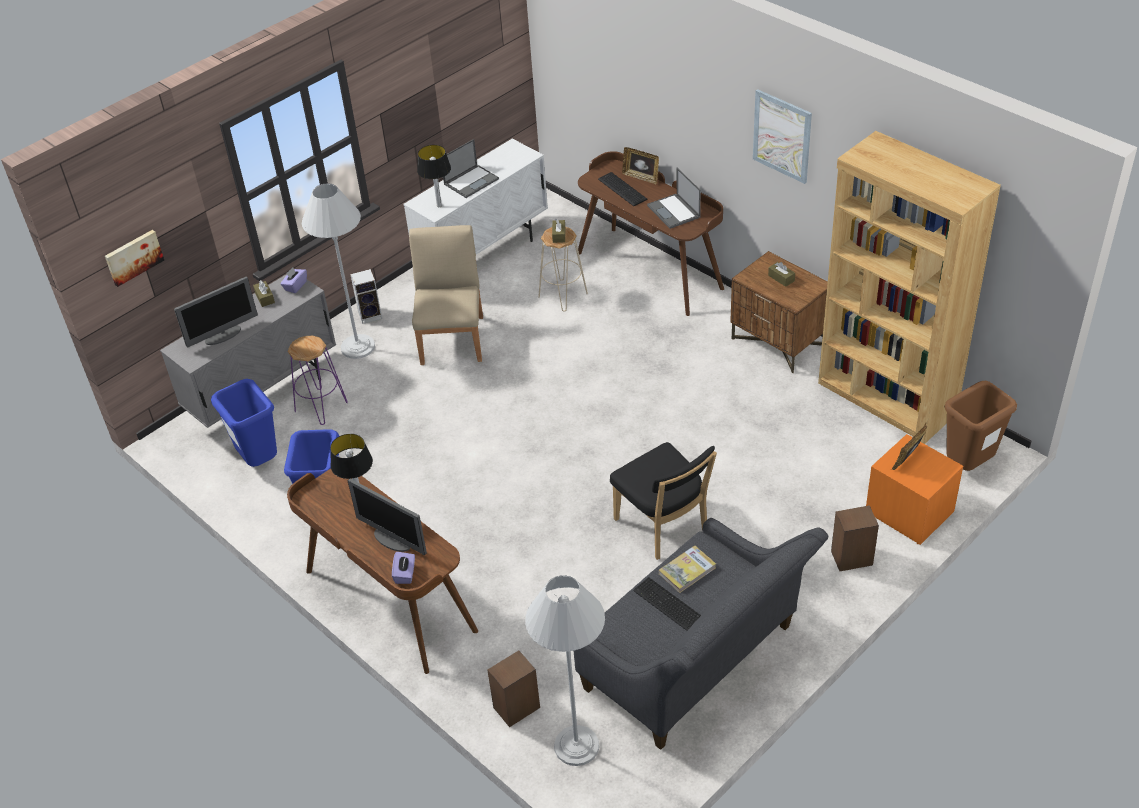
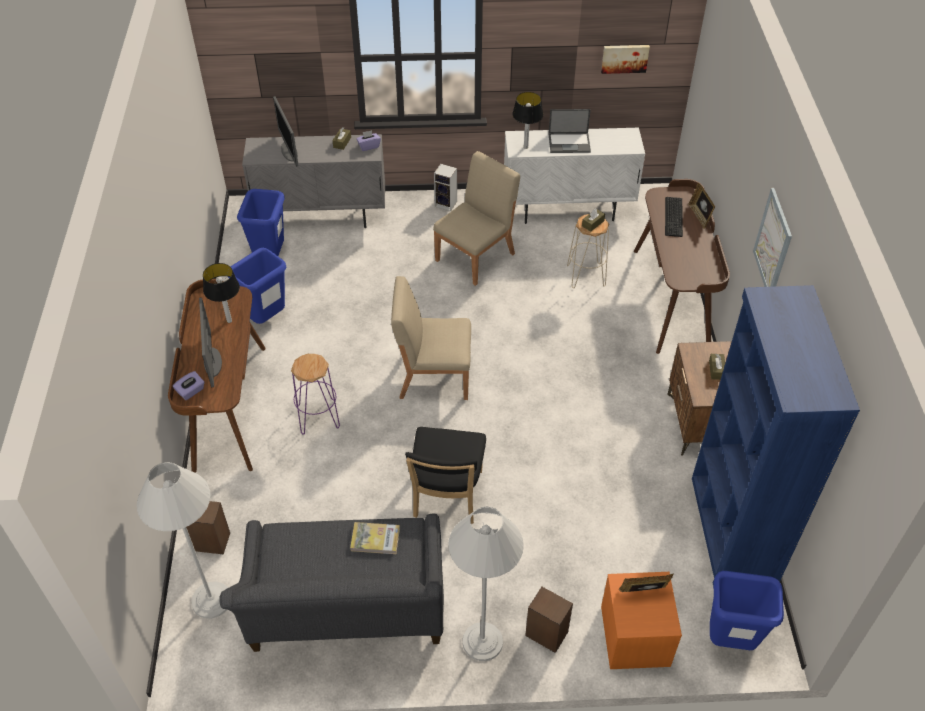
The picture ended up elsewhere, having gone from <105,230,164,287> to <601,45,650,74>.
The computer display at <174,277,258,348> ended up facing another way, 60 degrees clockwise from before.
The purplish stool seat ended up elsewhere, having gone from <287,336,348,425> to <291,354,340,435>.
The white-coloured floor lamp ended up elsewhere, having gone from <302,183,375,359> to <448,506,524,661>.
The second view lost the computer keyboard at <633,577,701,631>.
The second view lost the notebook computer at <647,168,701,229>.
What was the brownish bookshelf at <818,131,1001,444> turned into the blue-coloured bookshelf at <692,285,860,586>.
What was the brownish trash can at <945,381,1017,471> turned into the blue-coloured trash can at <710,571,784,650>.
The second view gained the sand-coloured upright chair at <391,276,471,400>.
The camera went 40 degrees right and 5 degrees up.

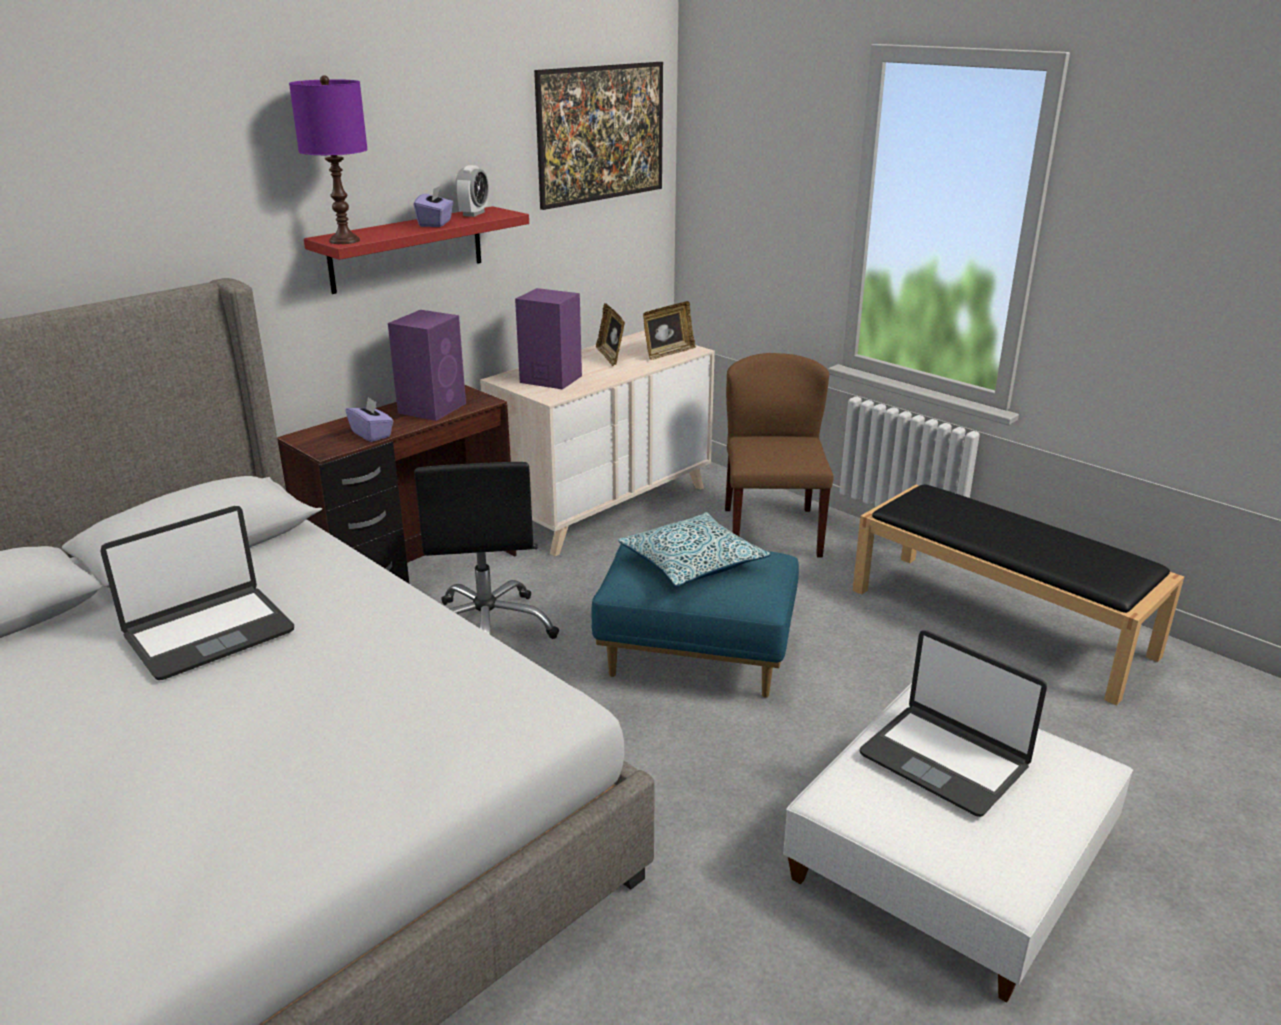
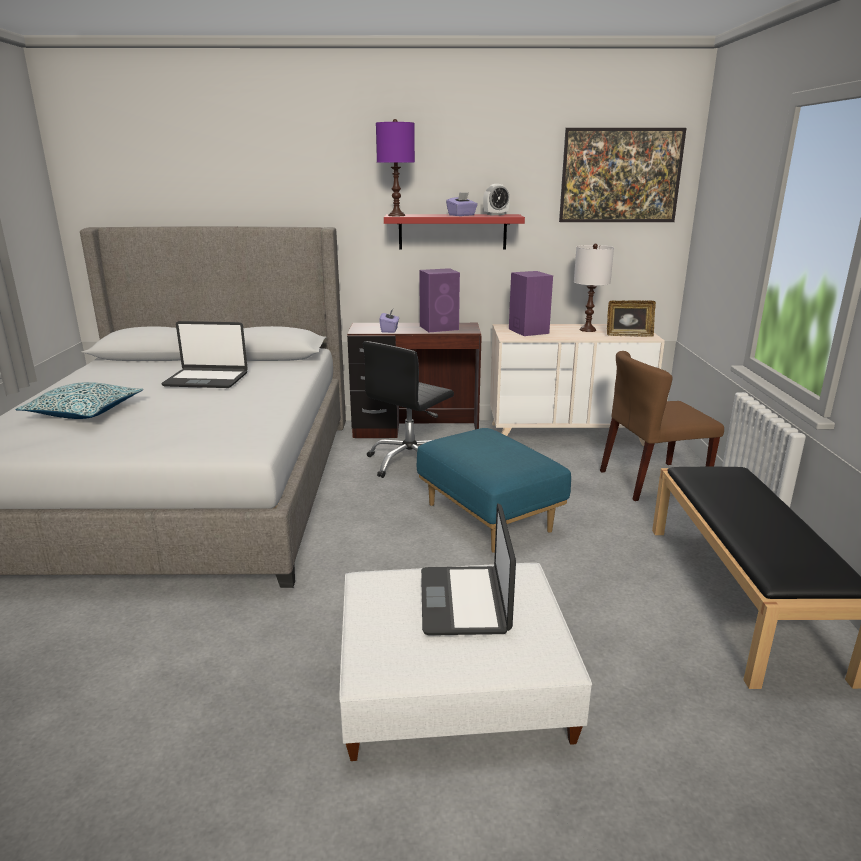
Where the standing frame stood at <596,303,625,366>, the white-coloured table lamp came to stand at <574,244,614,332>.
The cushion ended up elsewhere, having gone from <618,512,770,587> to <16,382,143,419>.
The brownish upright chair at <725,353,833,557> ended up facing another way, 150 degrees counterclockwise from before.
The camera went 45 degrees right and 5 degrees down.

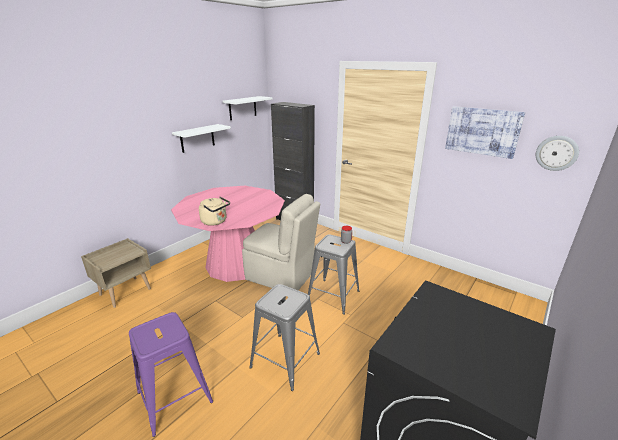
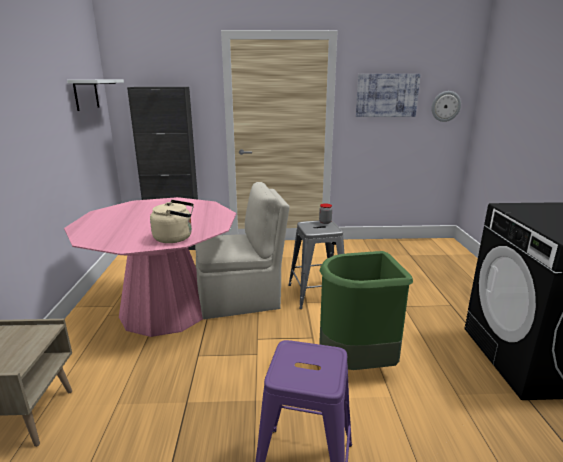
The second view lost the white-coloured bracket shelf at <172,124,231,153>.
Where the grey stool seat stood at <249,284,320,391>, the green trash can came to stand at <319,251,413,370>.
The camera went 40 degrees left and 5 degrees down.

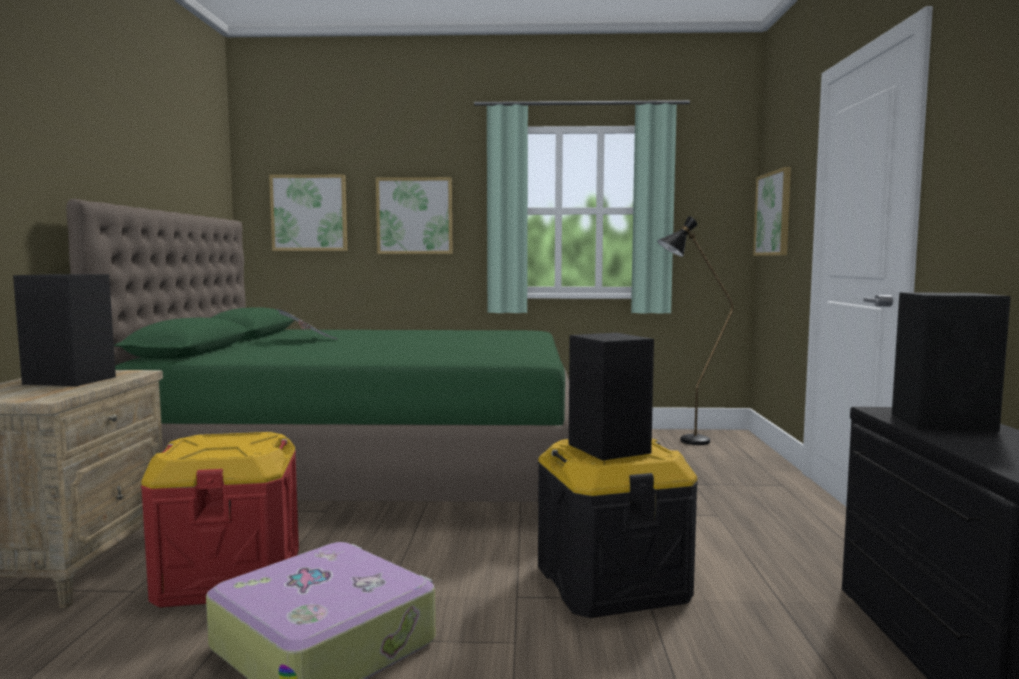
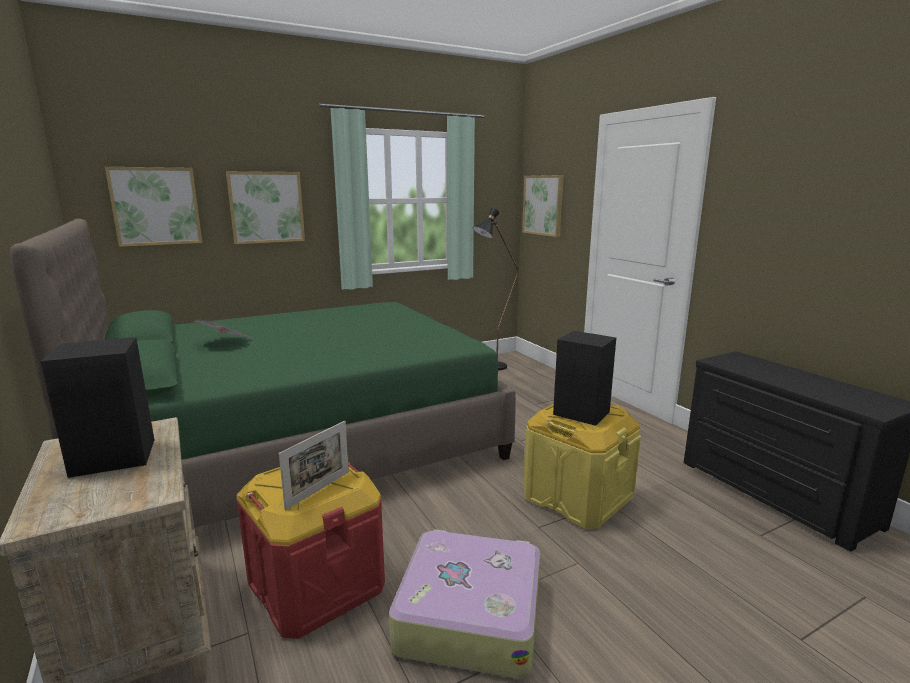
What was the black-coloured storage box at <538,439,698,618> turned into the yellow-coloured storage box at <523,404,641,529>.
The second view lost the black-coloured speaker at <892,292,1011,432>.
The second view gained the standing frame at <279,421,349,510>.
The camera went 30 degrees left and 10 degrees up.

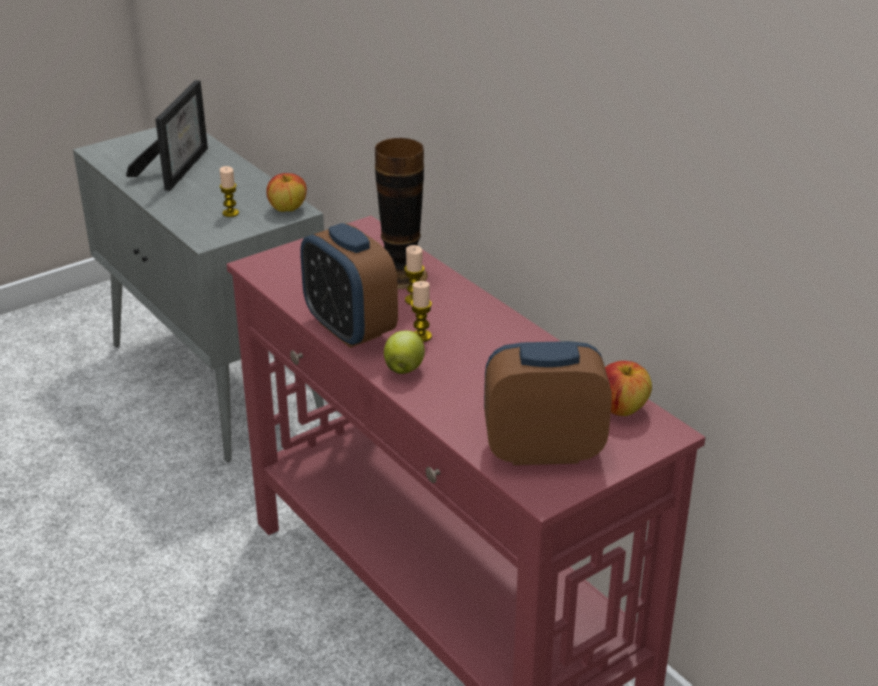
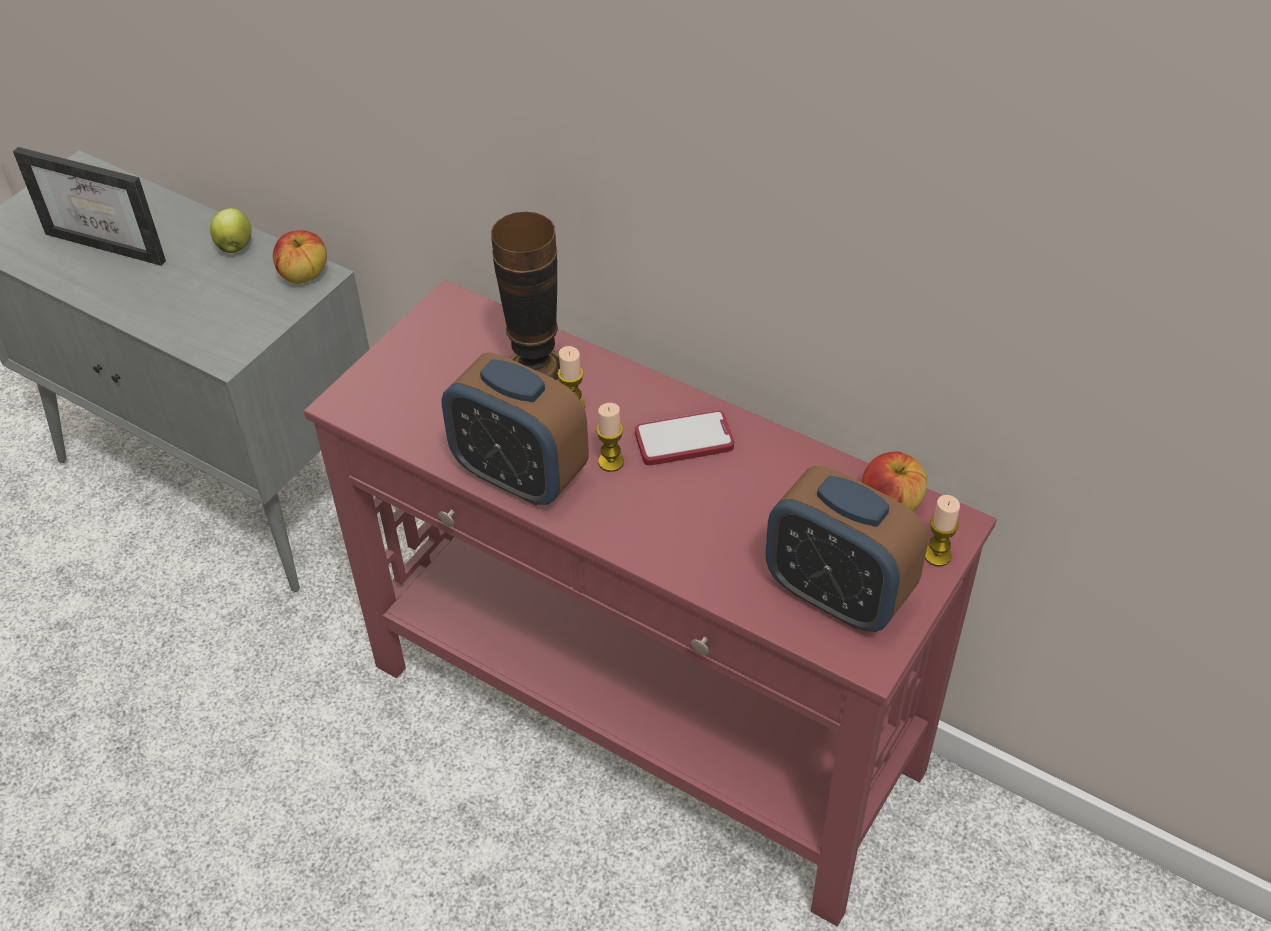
The standing frame at <126,80,208,191> ended up facing another way, 120 degrees clockwise from before.
The wax light ended up elsewhere, having gone from <220,166,239,217> to <925,495,960,566>.
The apple ended up elsewhere, having gone from <384,331,425,374> to <210,208,252,253>.
The alarm clock at <484,341,612,465> ended up facing another way, 120 degrees counterclockwise from before.
The second view gained the telephone at <635,410,734,466>.
The camera went 20 degrees left and 15 degrees up.

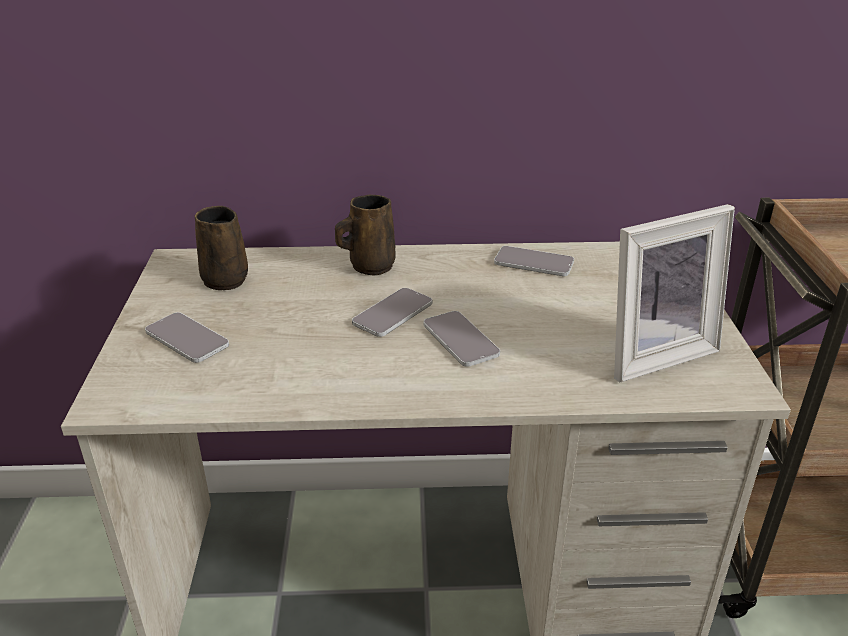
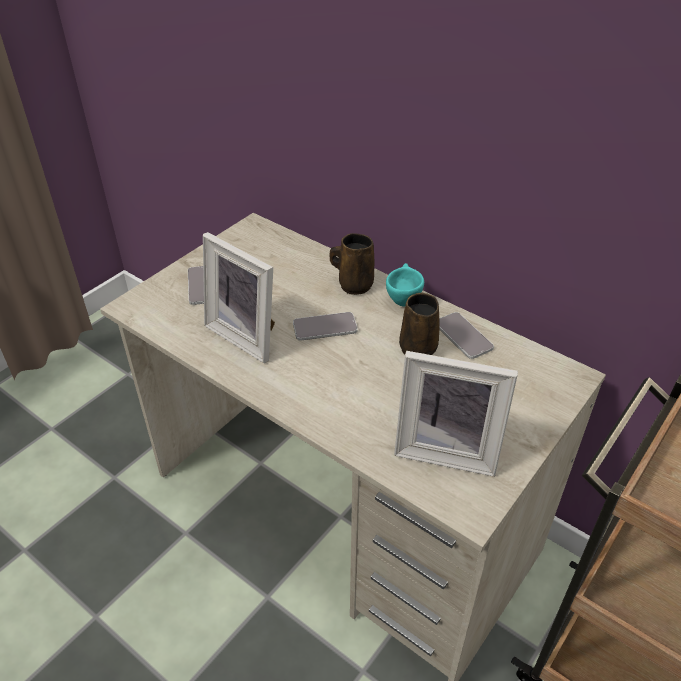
The brownish coffee mug ended up elsewhere, having gone from <195,206,248,290> to <399,293,440,355>.
The second view lost the telephone at <424,311,500,367>.
The second view gained the standing frame at <203,232,275,363>.
The second view gained the turquoise-coloured cup at <386,263,424,307>.
The camera went 40 degrees right and 10 degrees up.

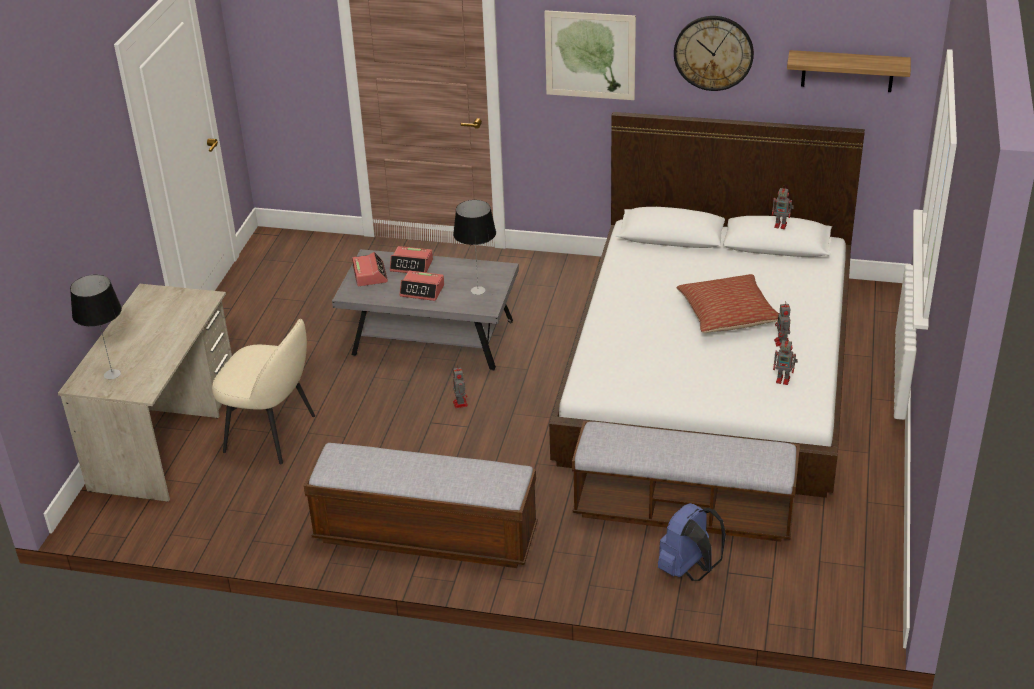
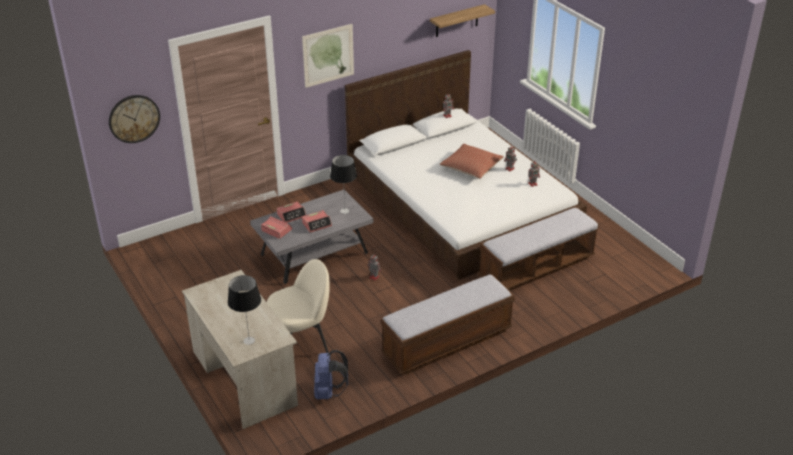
The blue-coloured rucksack ended up elsewhere, having gone from <658,503,726,581> to <314,350,348,399>.
The wall clock ended up elsewhere, having gone from <674,16,754,91> to <109,95,160,143>.
The camera went 45 degrees left and 0 degrees up.

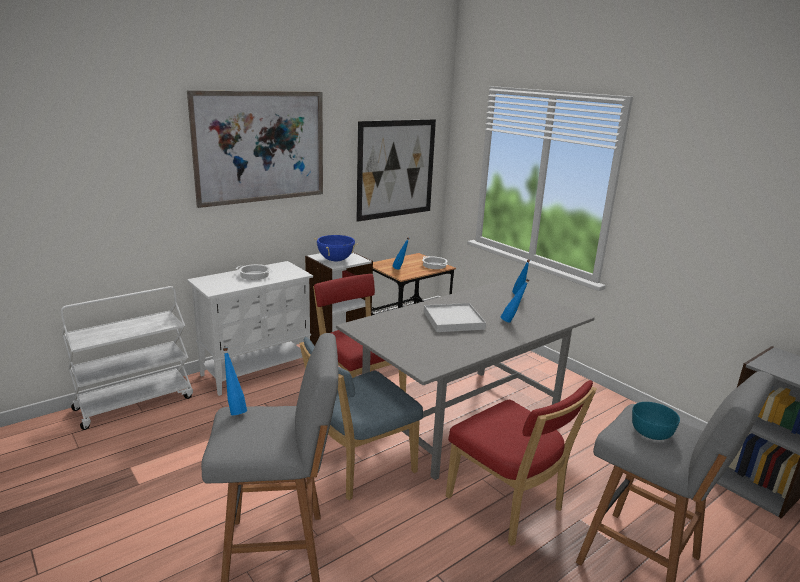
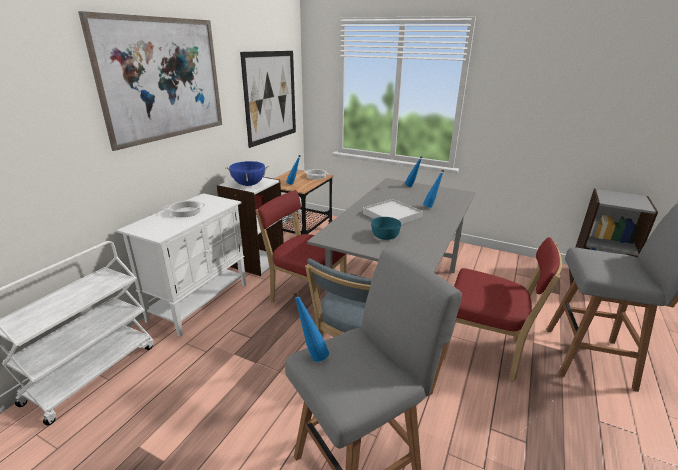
The turquoise-coloured deep dish ended up elsewhere, having gone from <632,402,680,440> to <371,217,401,240>.
The camera went 25 degrees left and 5 degrees up.

